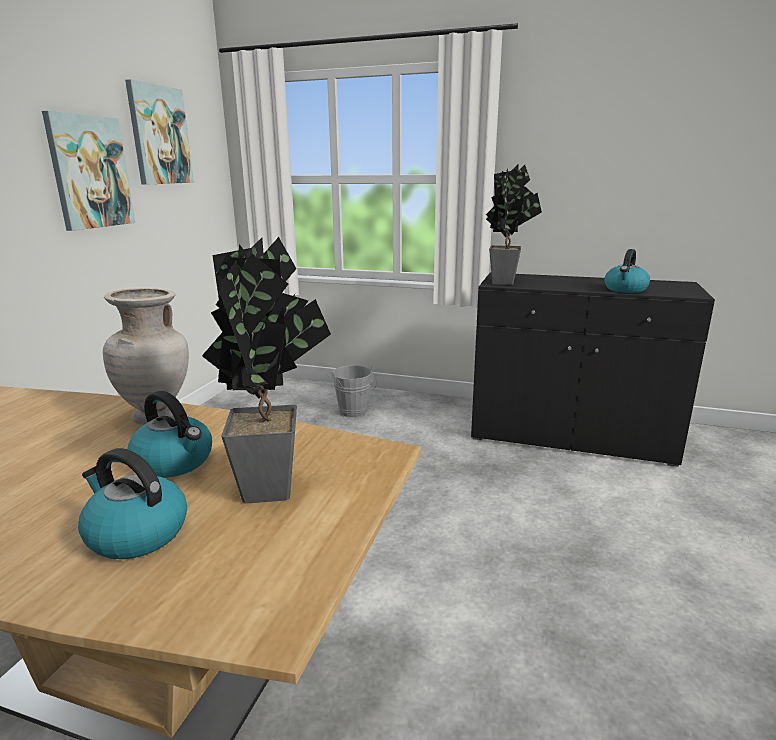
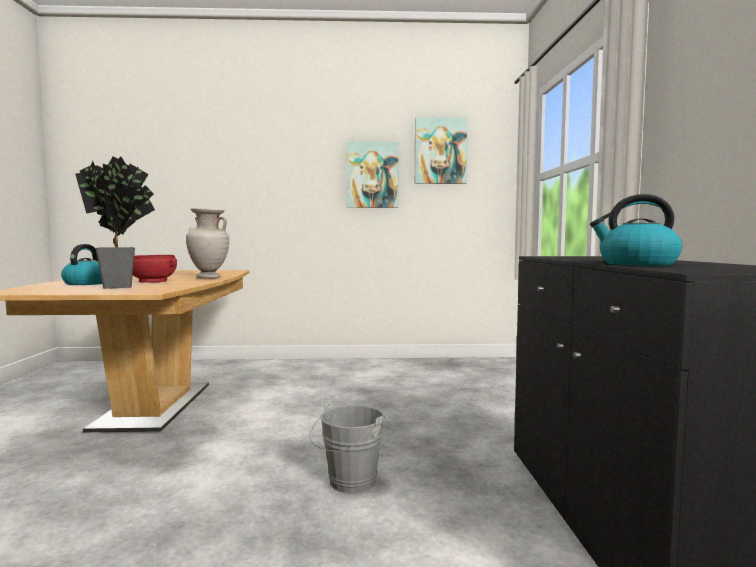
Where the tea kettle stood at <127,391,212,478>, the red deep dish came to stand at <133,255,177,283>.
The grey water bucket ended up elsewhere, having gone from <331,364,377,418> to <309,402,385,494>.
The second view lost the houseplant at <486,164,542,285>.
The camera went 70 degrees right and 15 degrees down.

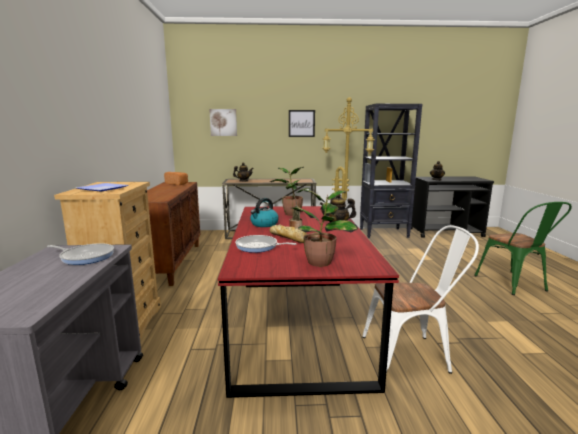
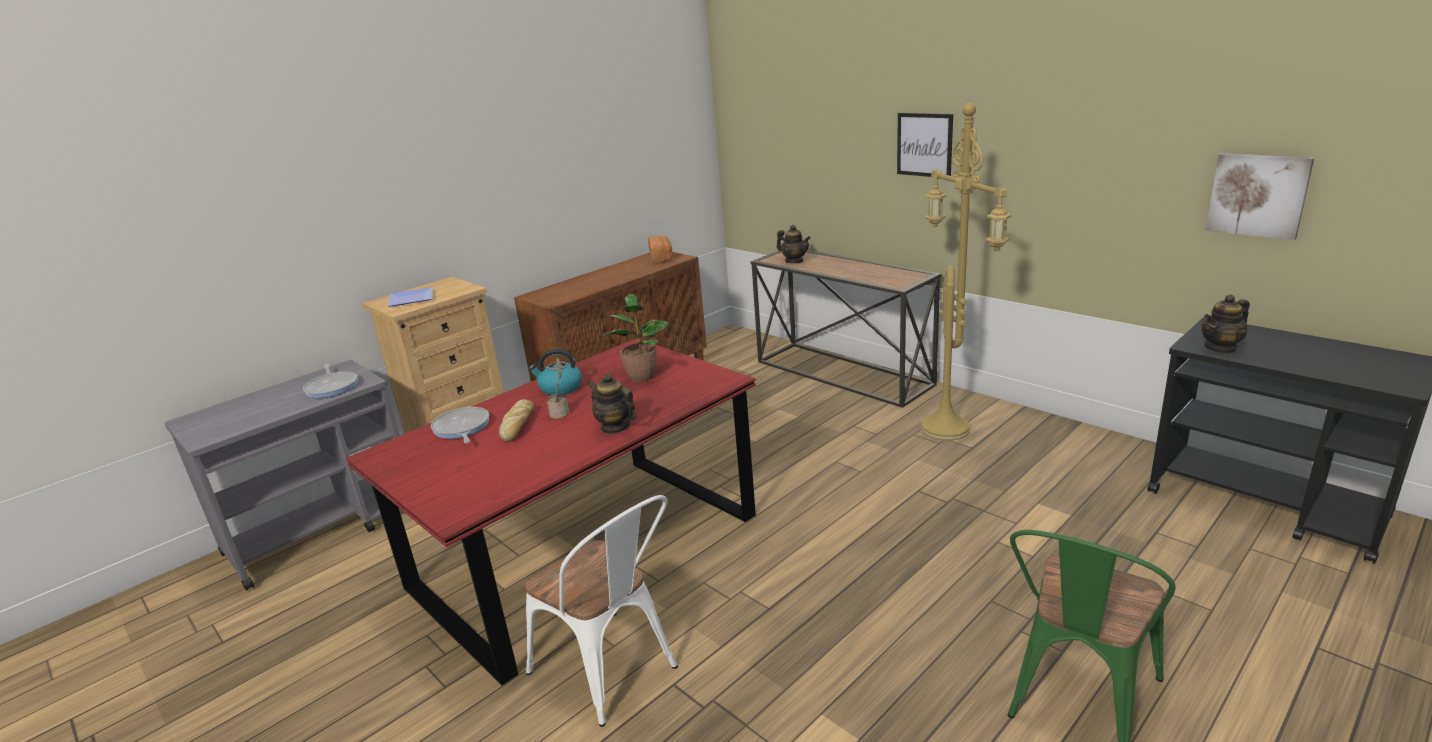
The picture ended up elsewhere, having gone from <209,109,237,136> to <1206,153,1314,240>.
The second view lost the houseplant at <292,189,358,267>.
The second view lost the black-coloured bookshelf at <360,104,423,238>.
The camera went 50 degrees right and 10 degrees up.

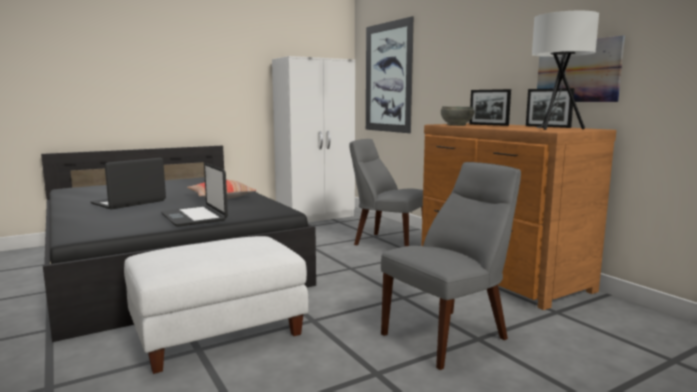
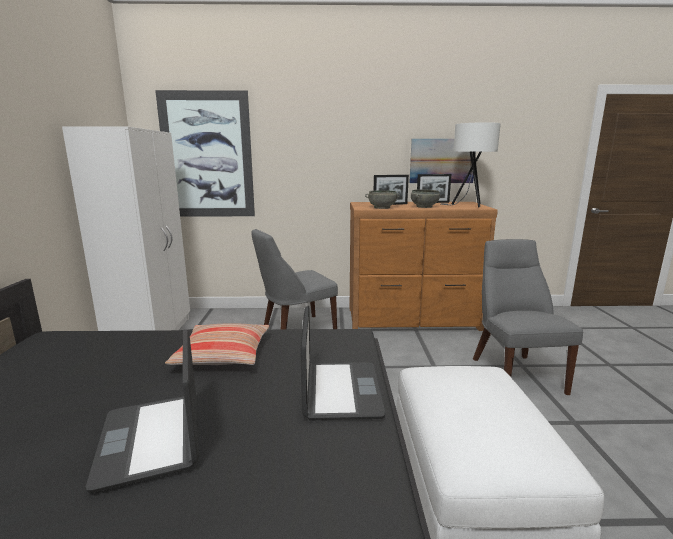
The notebook computer at <161,163,228,227> ended up facing another way, 90 degrees counterclockwise from before.
The second view gained the grey deep dish at <411,189,440,208>.
The camera went 60 degrees left and 5 degrees up.

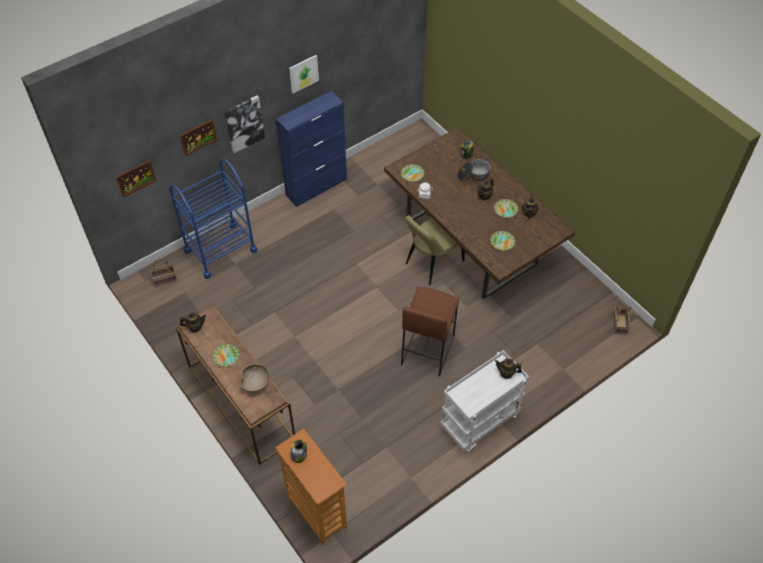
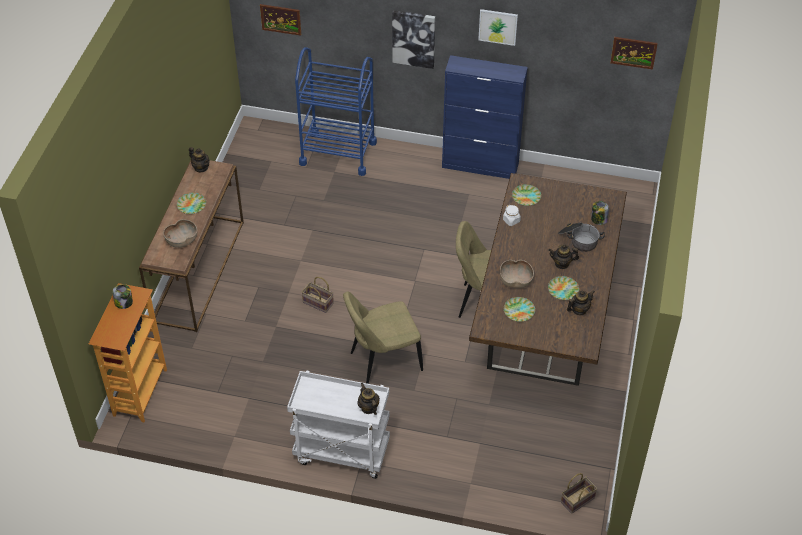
The storage basket ended up elsewhere, having gone from <150,258,177,287> to <302,277,334,313>.
The picture ended up elsewhere, having gone from <179,120,217,156> to <610,37,658,70>.
Where the brownish stool seat stood at <401,286,459,377>, the sand-coloured upright chair came to stand at <343,291,423,384>.
The second view gained the brownish deep dish at <500,260,534,288>.
The camera went 50 degrees right and 5 degrees down.

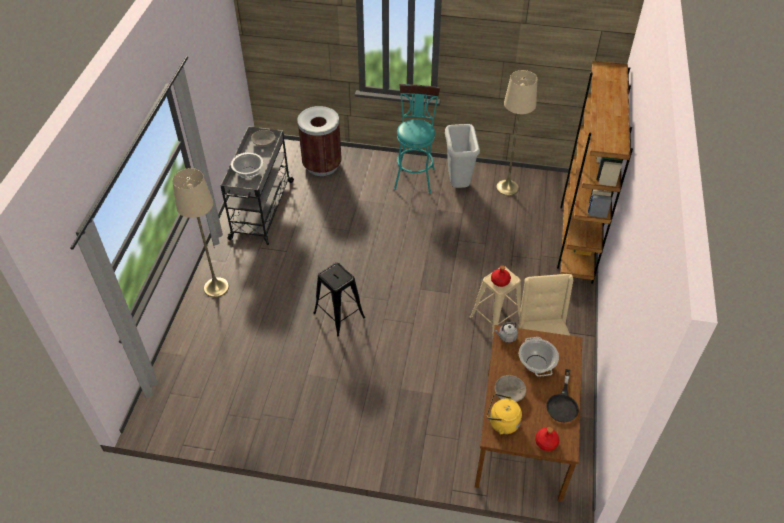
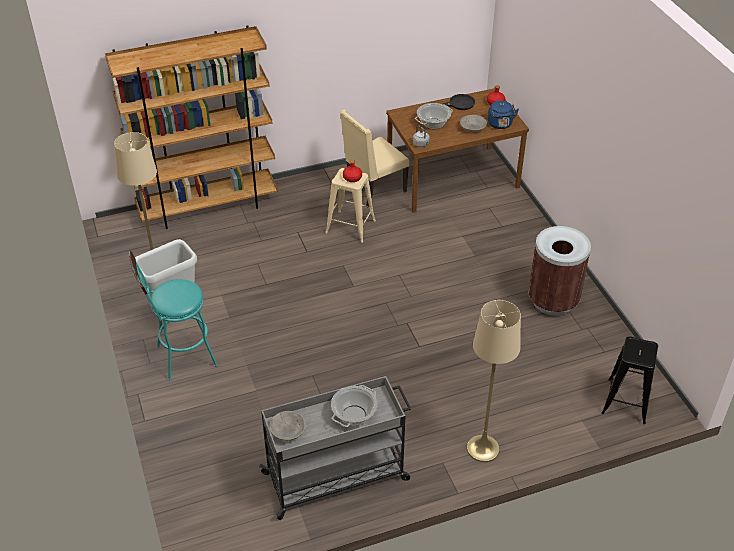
The brownish trash can ended up elsewhere, having gone from <297,106,342,176> to <528,226,591,316>.
The black-coloured stool seat ended up elsewhere, having gone from <314,263,365,336> to <602,336,658,424>.
What was the yellow-coloured tea kettle at <487,394,522,434> turned into the blue-coloured tea kettle at <488,101,519,129>.
The camera went 120 degrees left and 5 degrees down.

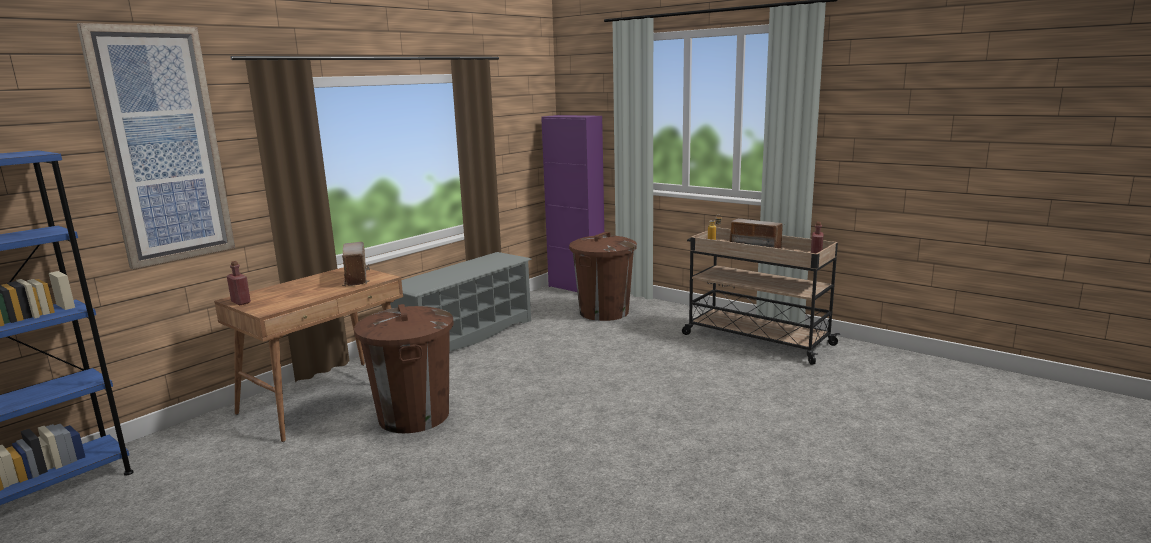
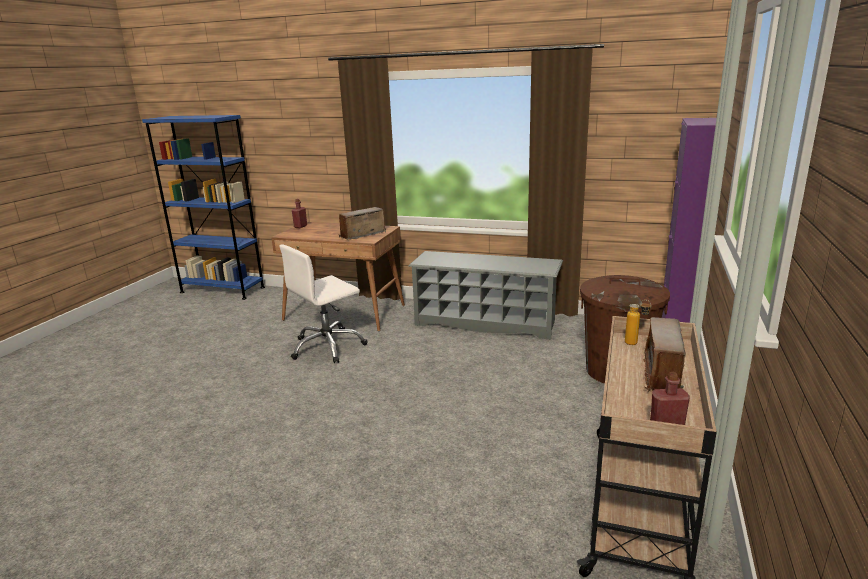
The second view lost the picture at <77,23,235,269>.
Where the brownish trash can stood at <354,304,454,433>, the white-coloured computer chair came to stand at <279,244,367,363>.
The camera went 70 degrees right and 5 degrees up.

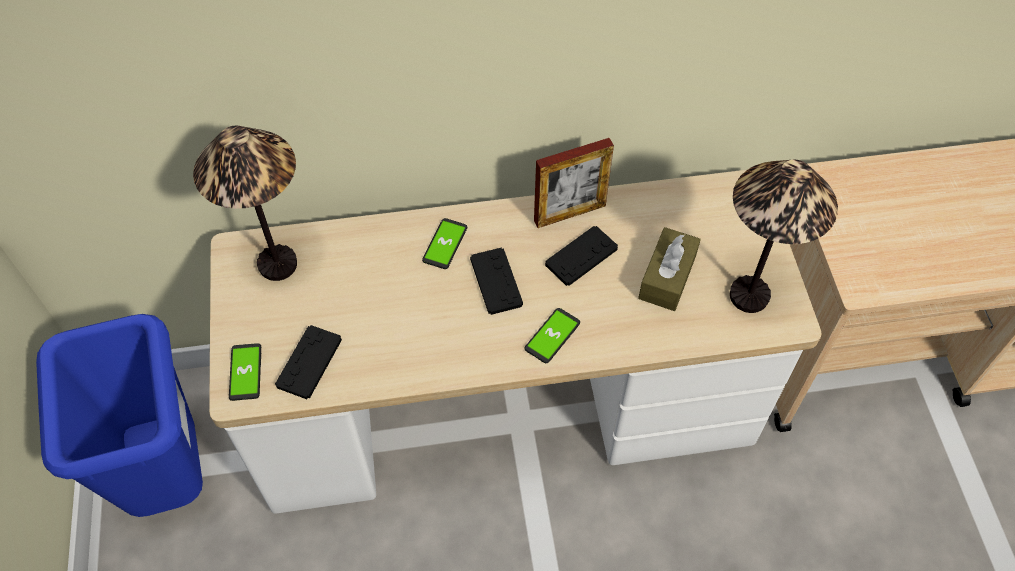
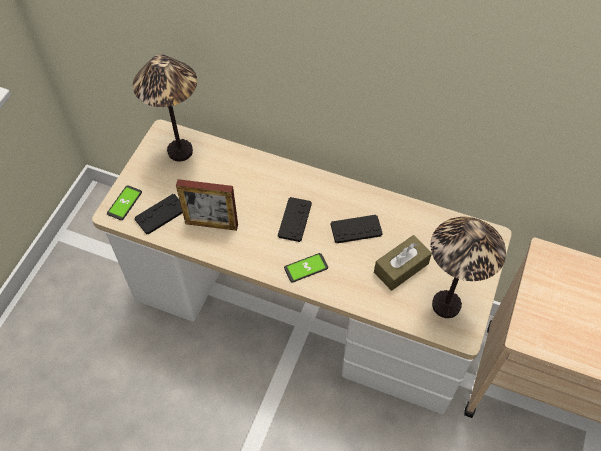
The second view lost the blue-coloured trash can at <36,314,203,517>.
The second view lost the telephone at <422,218,467,269>.
The standing frame ended up elsewhere, having gone from <534,138,614,228> to <176,179,238,231>.
The camera went 30 degrees right and 0 degrees up.

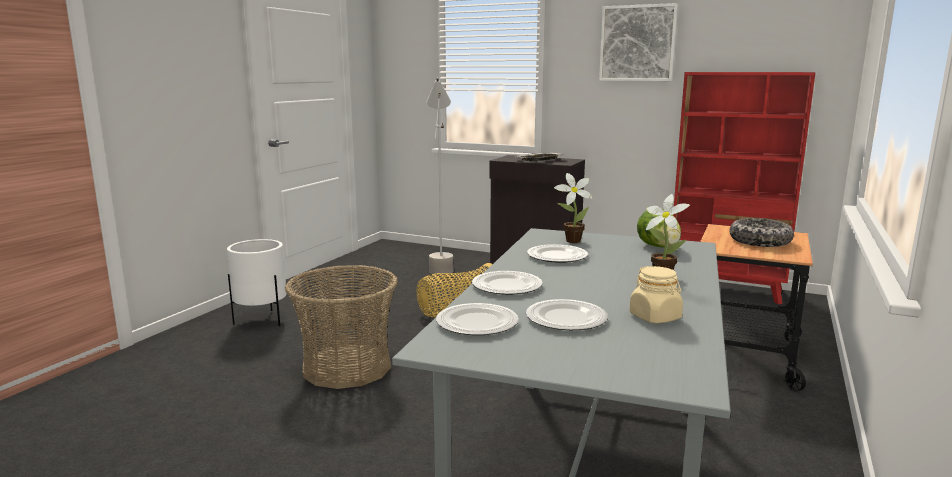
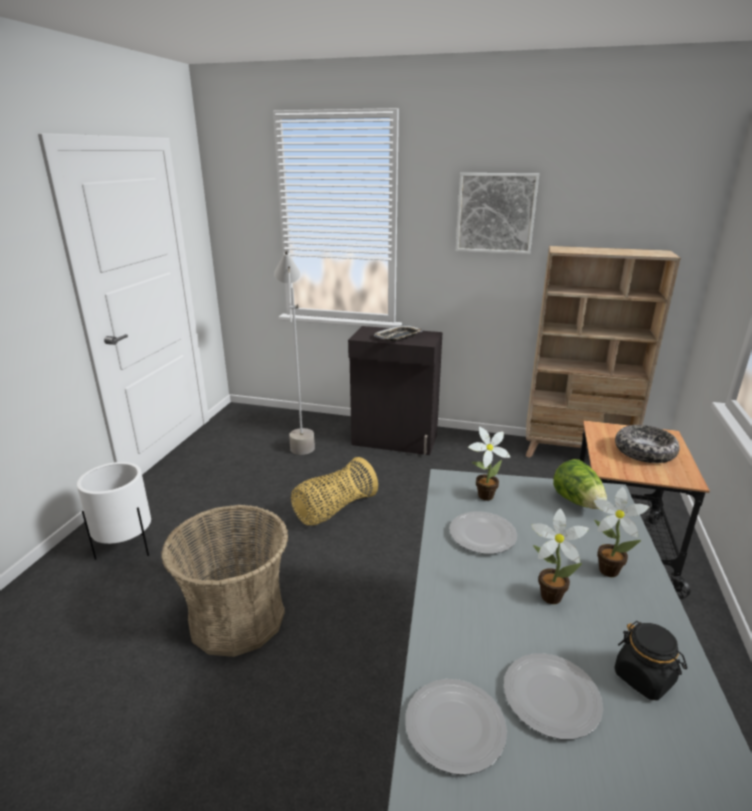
The second view lost the flat dish at <472,271,543,295>.
What was the sand-coloured storage jar at <630,266,683,324> turned into the black-coloured storage jar at <615,621,687,700>.
What was the red bookshelf at <673,72,816,305> turned into the sand-coloured bookshelf at <526,246,681,458>.
The second view gained the houseplant at <531,508,589,604>.
The camera went 10 degrees left and 10 degrees up.

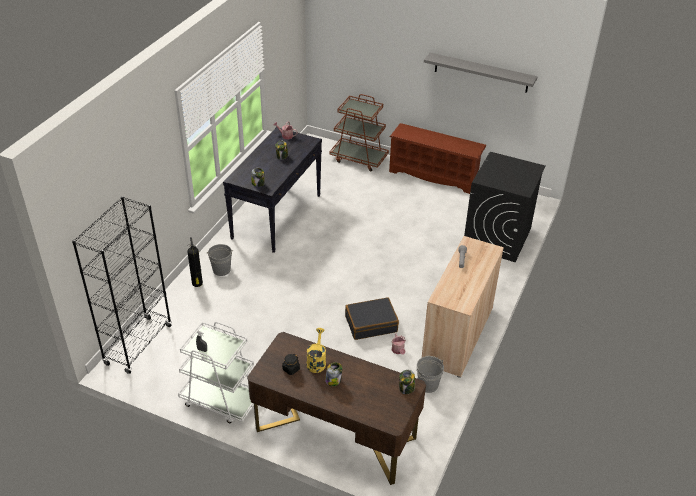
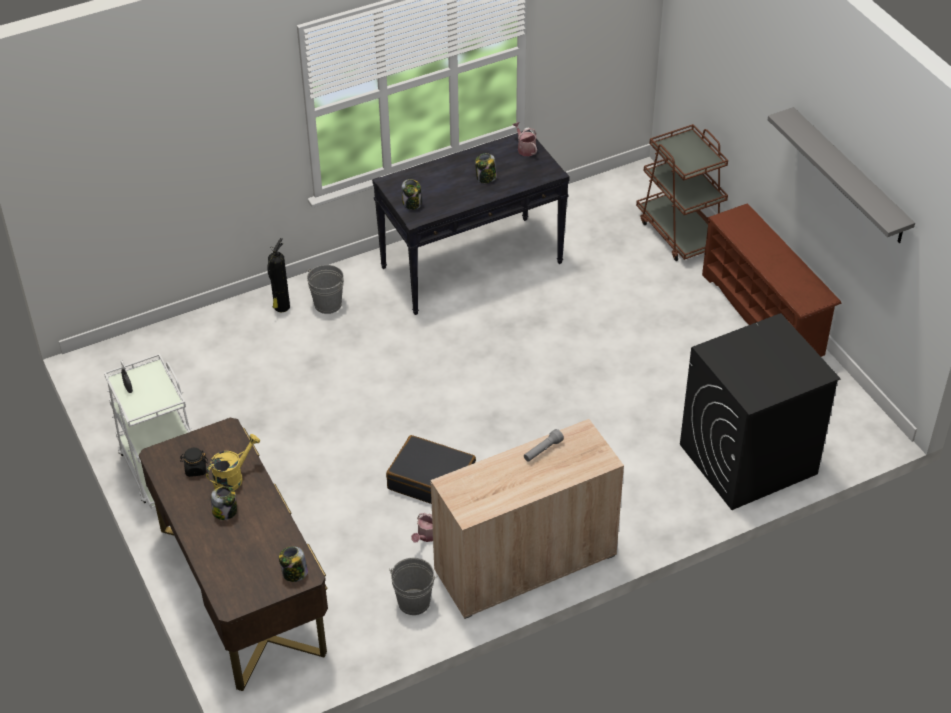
The second view lost the black-coloured bookshelf at <72,196,172,374>.
The camera went 40 degrees right and 5 degrees up.

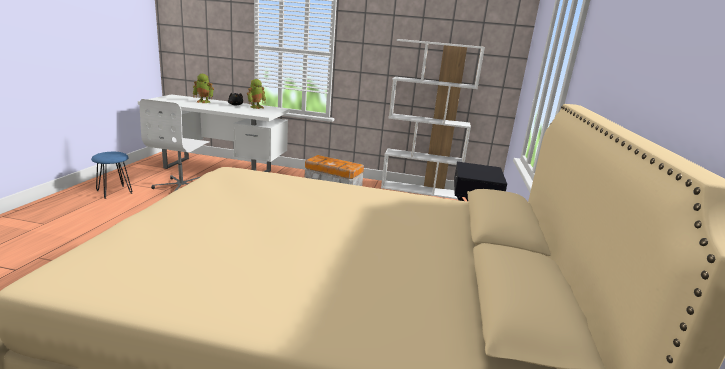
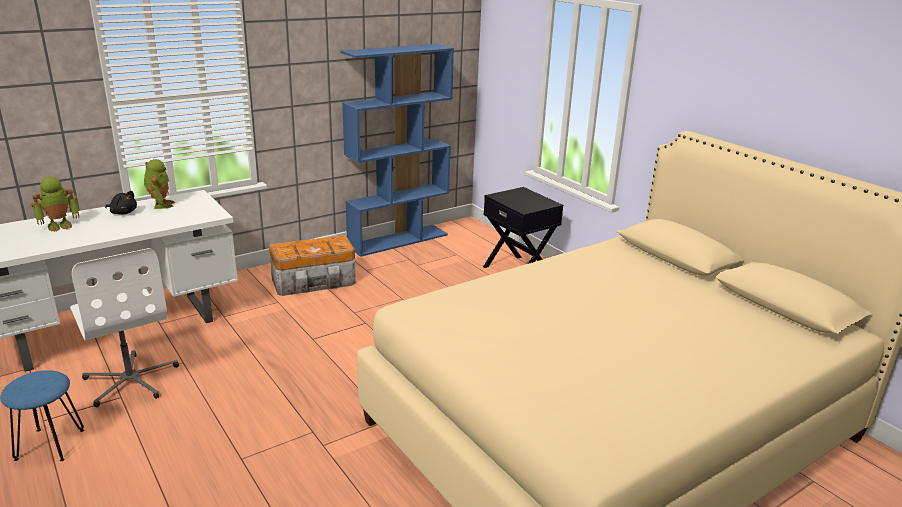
What was the white-coloured bookshelf at <381,39,485,200> turned into the blue-coloured bookshelf at <341,44,454,257>.
The camera went 45 degrees left and 5 degrees up.

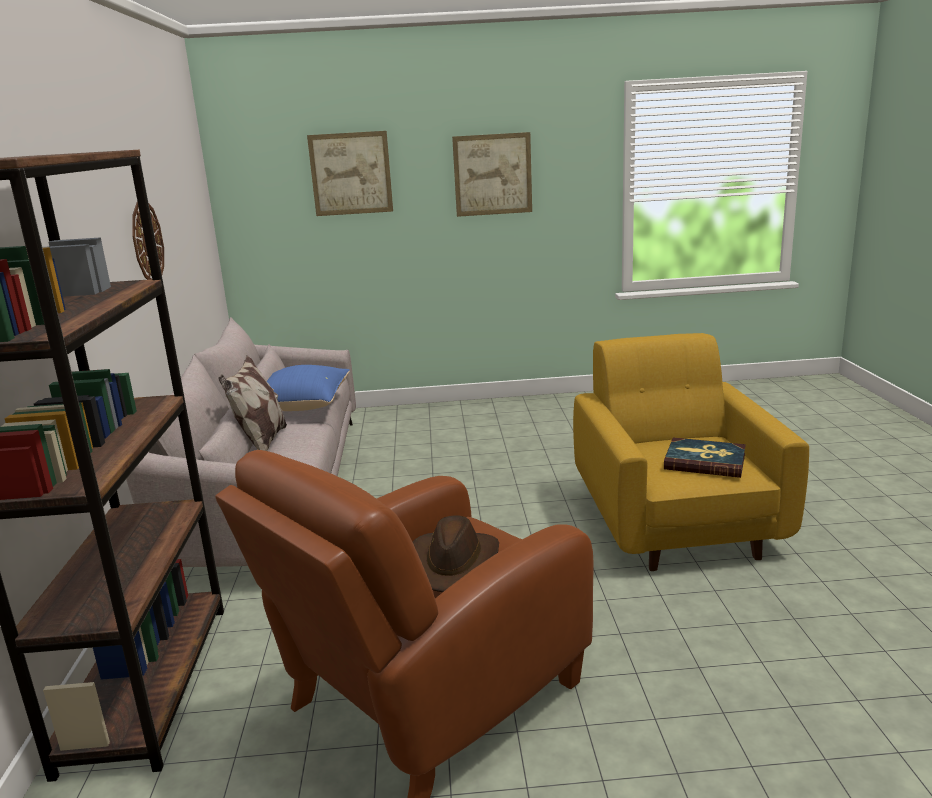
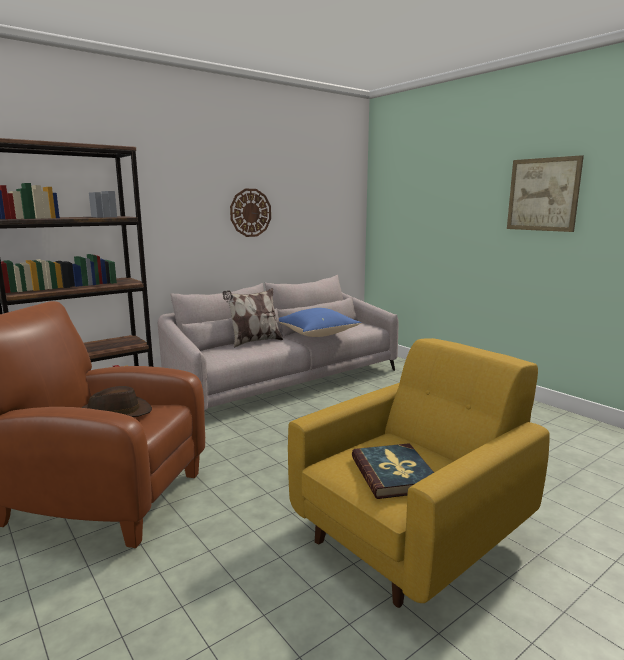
The second view lost the picture at <307,131,393,216>.
The camera went 55 degrees right and 5 degrees down.

